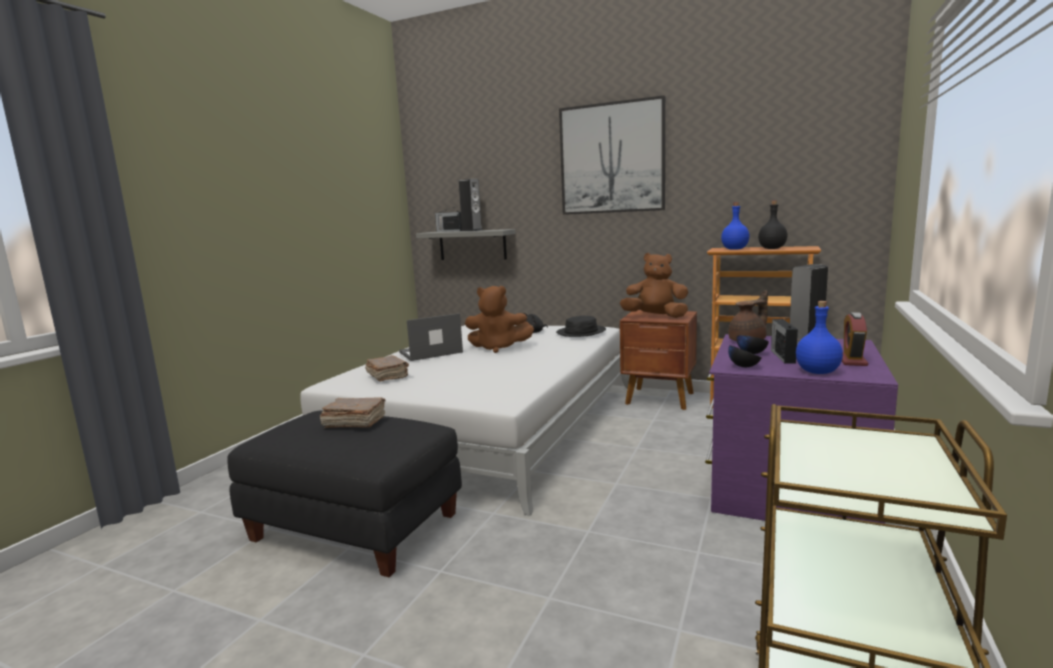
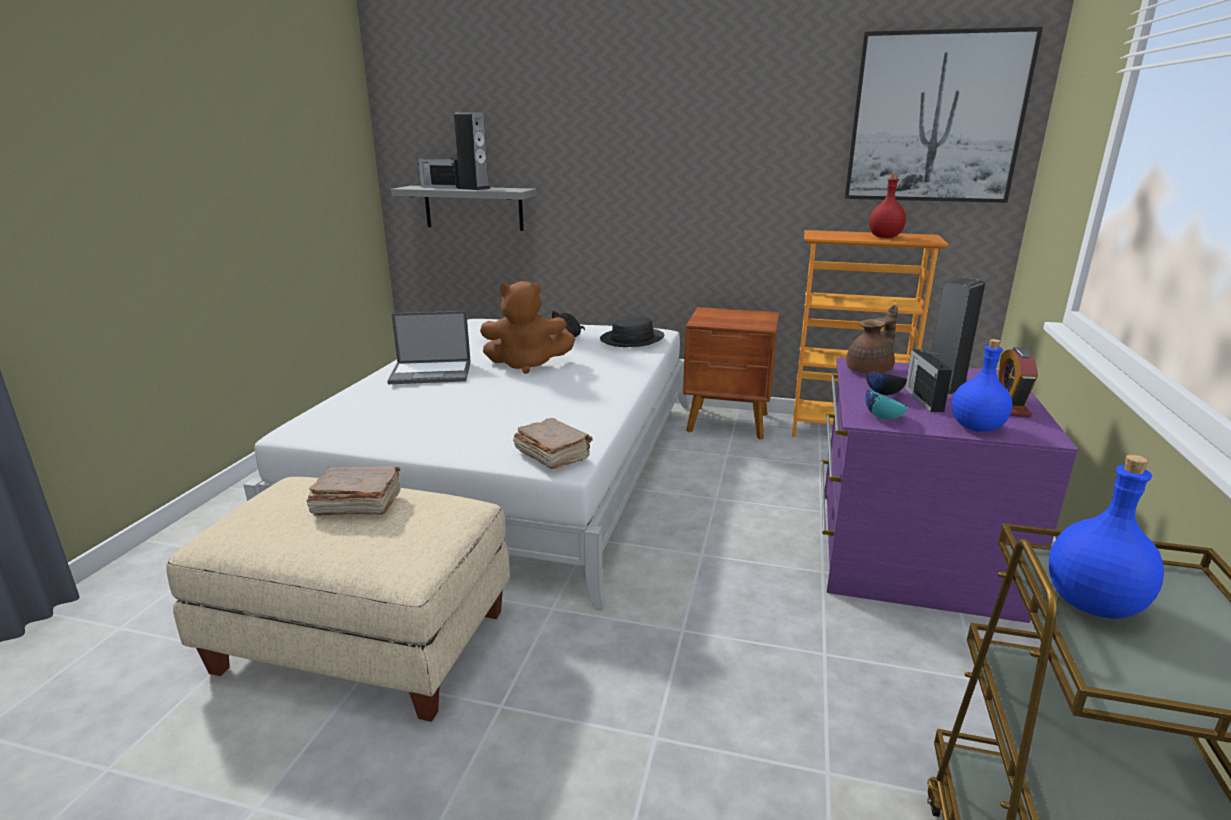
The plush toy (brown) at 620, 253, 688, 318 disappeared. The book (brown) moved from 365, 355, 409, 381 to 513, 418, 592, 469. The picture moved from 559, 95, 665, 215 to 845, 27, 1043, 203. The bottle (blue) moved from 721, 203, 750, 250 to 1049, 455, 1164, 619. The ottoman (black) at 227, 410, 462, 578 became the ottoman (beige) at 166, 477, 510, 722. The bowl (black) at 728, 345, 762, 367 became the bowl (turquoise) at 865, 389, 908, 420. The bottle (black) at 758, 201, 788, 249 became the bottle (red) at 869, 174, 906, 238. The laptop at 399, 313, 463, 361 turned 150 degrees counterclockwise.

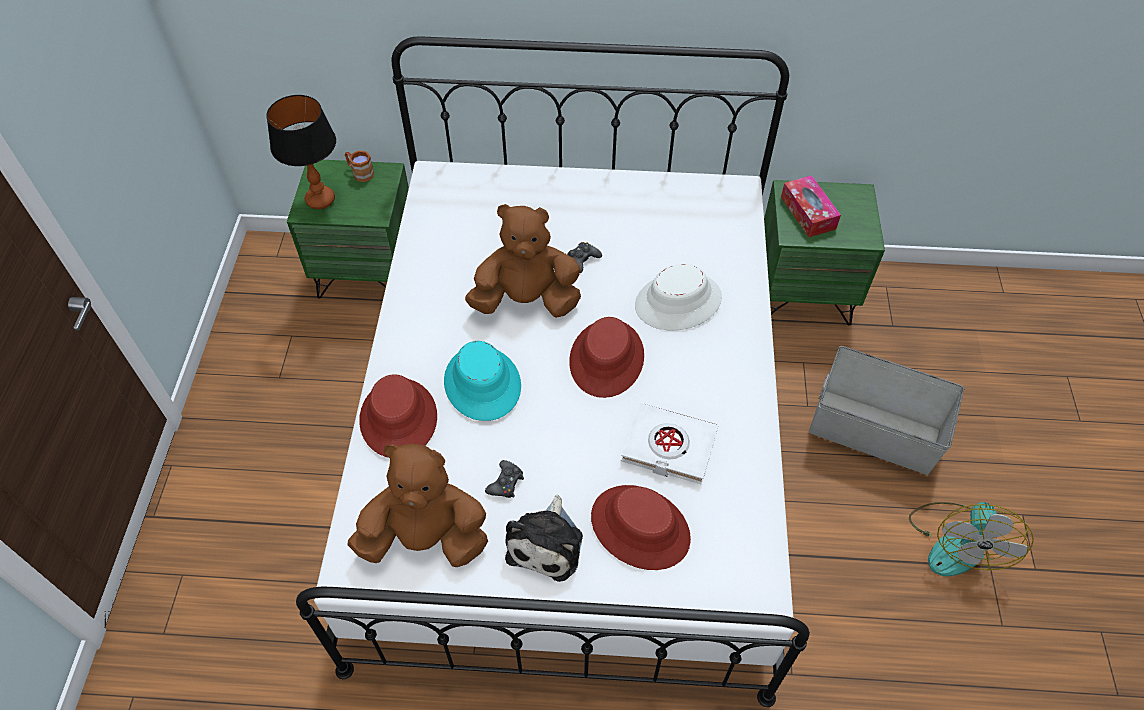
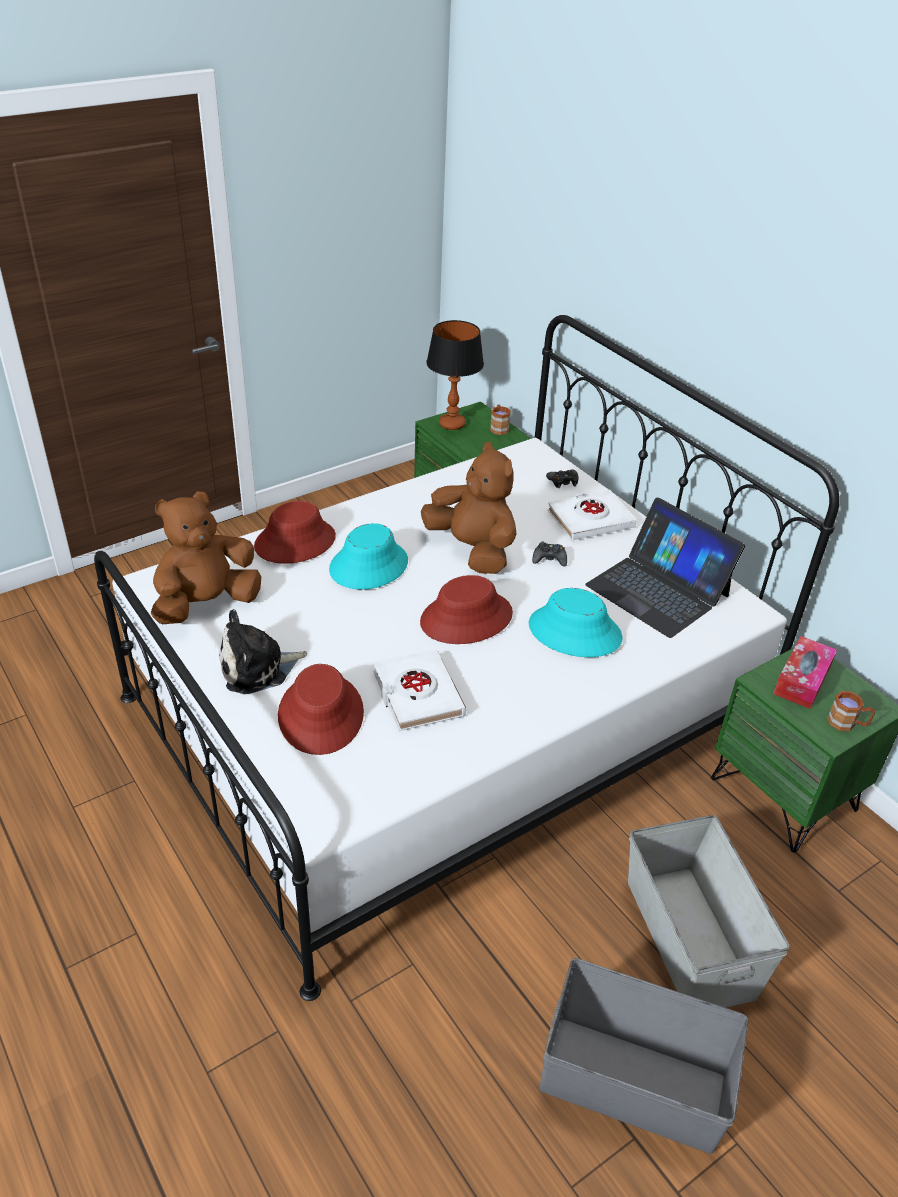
The book (white) at 548, 490, 637, 540 appeared. The laptop at 585, 498, 745, 638 appeared. The mug (brown) at 827, 691, 875, 731 appeared. The game controller (black) moved from 485, 460, 524, 498 to 546, 469, 579, 488. The fan at 909, 502, 1034, 576 was replaced by the storage box (grey) at 539, 958, 748, 1154. The hat (white) at 635, 264, 722, 330 became the hat (turquoise) at 529, 588, 623, 657. The plush toy (brown) at 347, 444, 488, 567 turned 90 degrees counterclockwise.

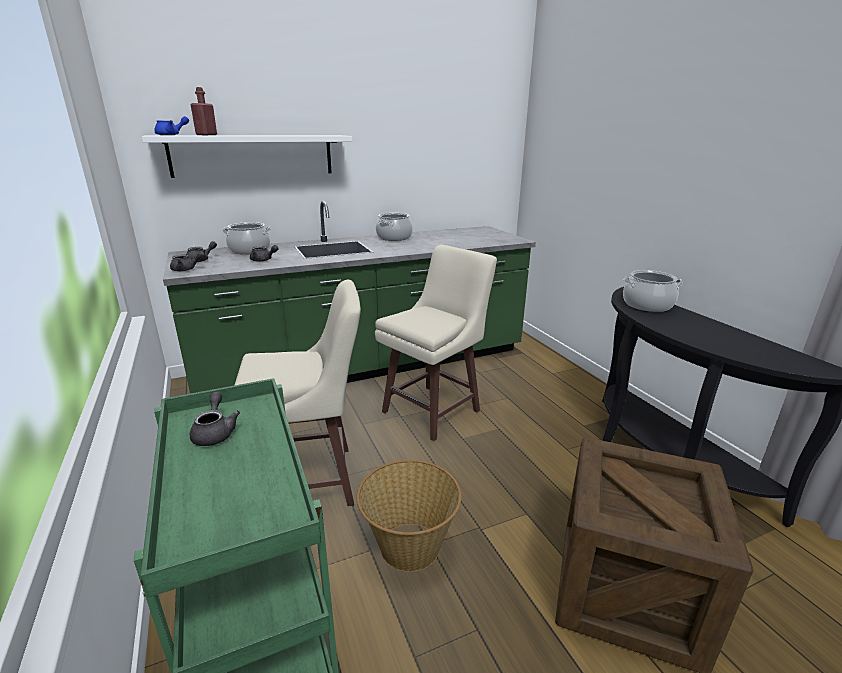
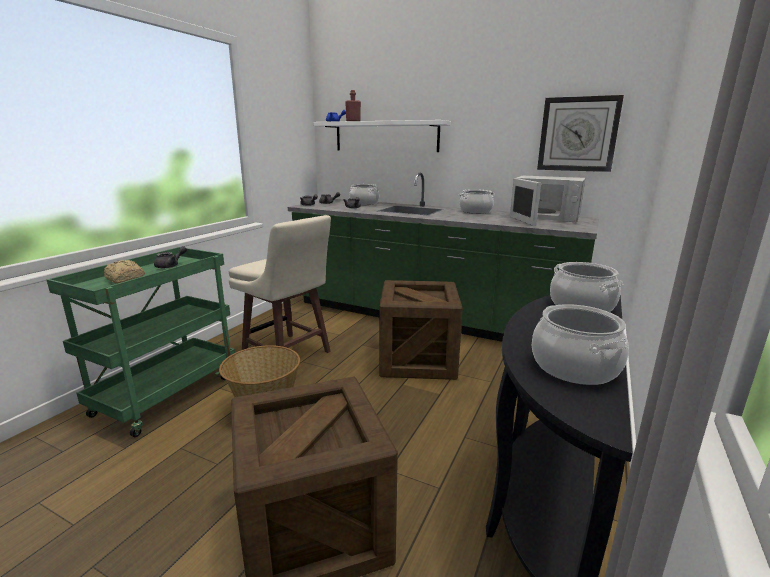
The bread at 104, 260, 145, 283 appeared. The microwave (white) at 510, 176, 585, 226 appeared. The cooking pot at 532, 304, 629, 385 appeared. The wall clock at 537, 95, 624, 172 appeared. The stool (beige) at 375, 245, 497, 441 was replaced by the crate at 379, 280, 463, 380.

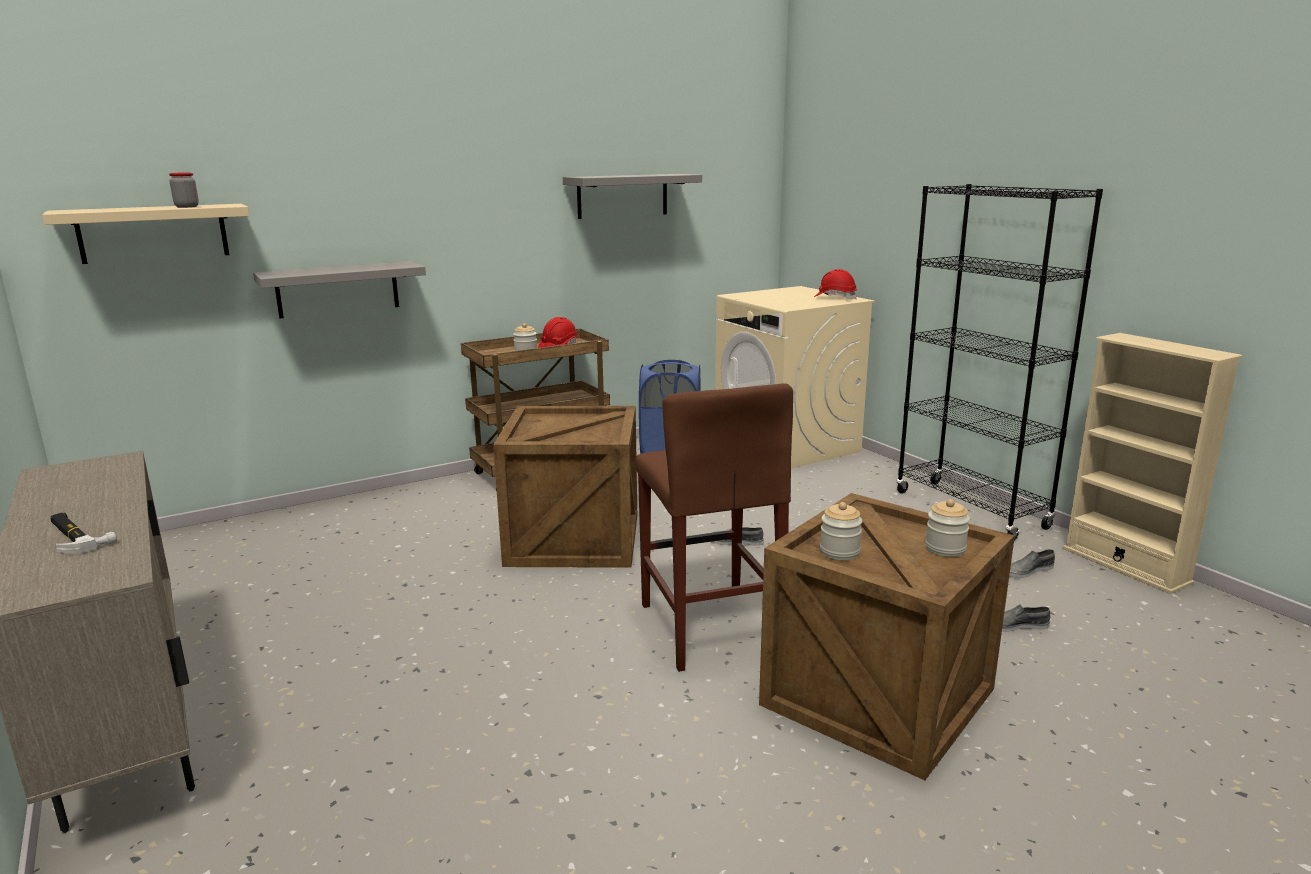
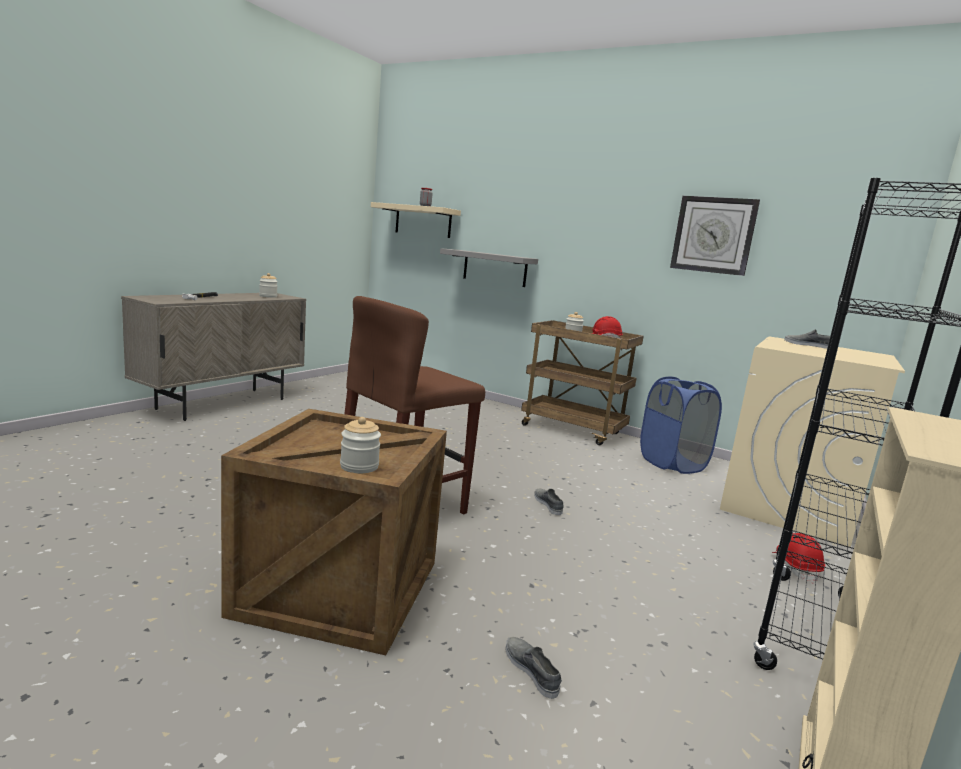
The crate at 493, 406, 637, 568 disappeared. The hard hat (red) moved from 814, 269, 857, 299 to 772, 533, 825, 583. The jar moved from 820, 502, 862, 560 to 259, 273, 278, 298. The shoe (grey) moved from 1009, 549, 1055, 578 to 784, 329, 830, 349. The shelf (grey) at 563, 174, 702, 219 was replaced by the wall clock at 670, 196, 760, 276.

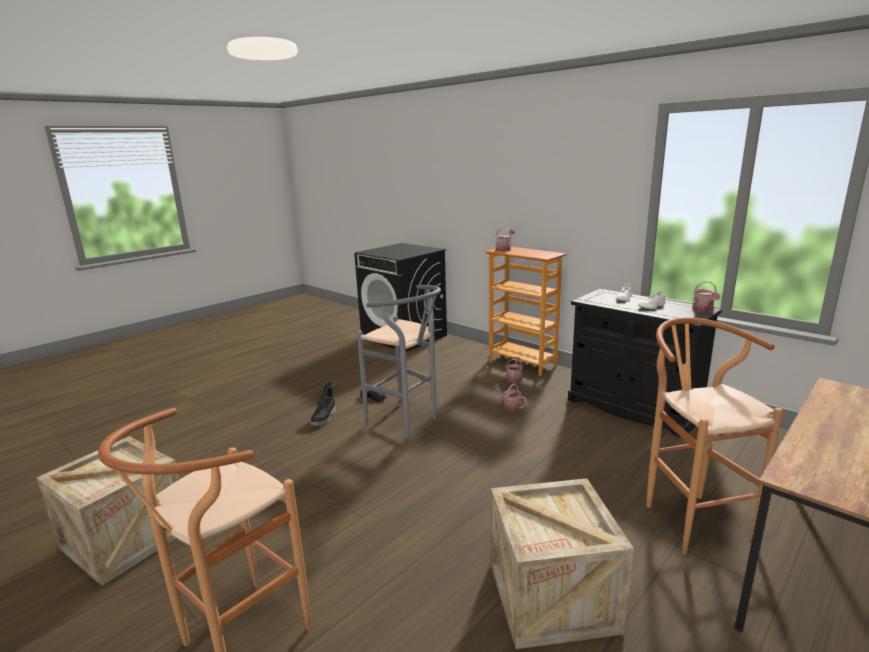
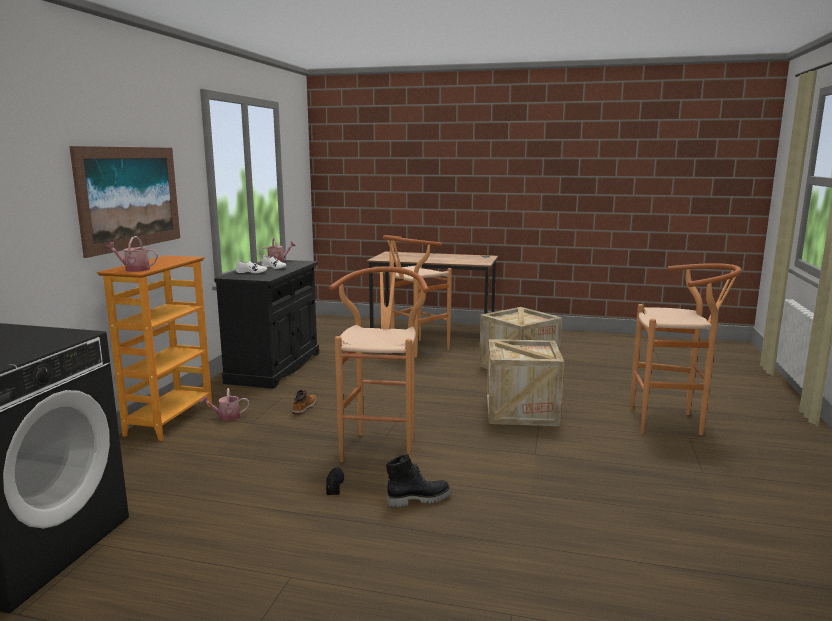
The picture at 69, 146, 180, 258 appeared. The crate moved from 36, 436, 179, 586 to 487, 339, 564, 426. The watering can at 493, 383, 527, 412 was replaced by the boot at 292, 390, 316, 415. The stool (grey) at 357, 285, 441, 438 became the stool (brown) at 329, 267, 429, 462.

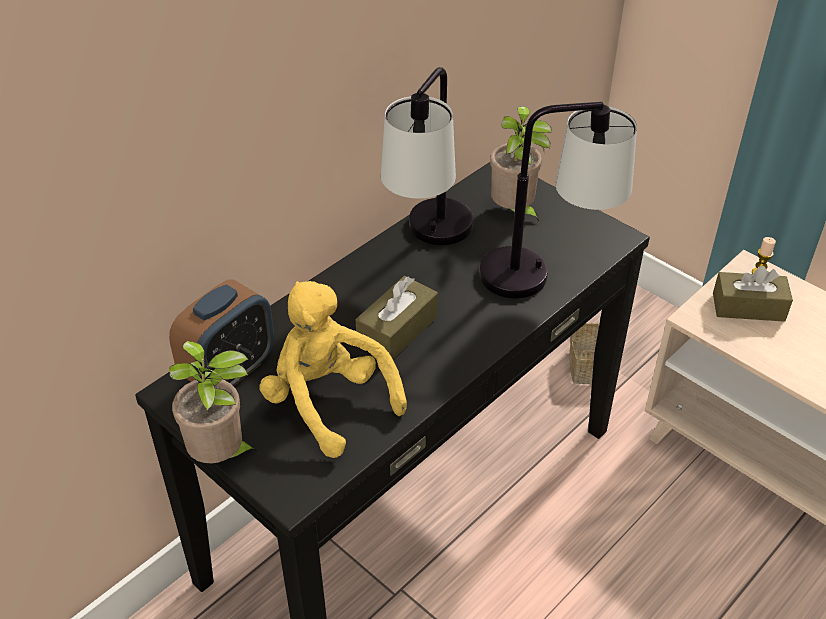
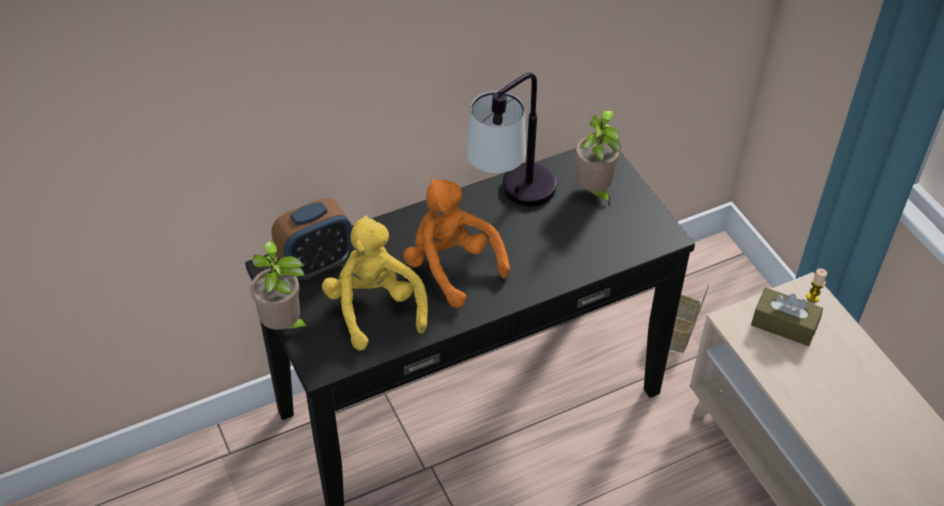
The table lamp at 479, 102, 637, 299 disappeared. The tissue box (brown) at 355, 276, 438, 359 was replaced by the plush toy (orange) at 403, 179, 510, 308.

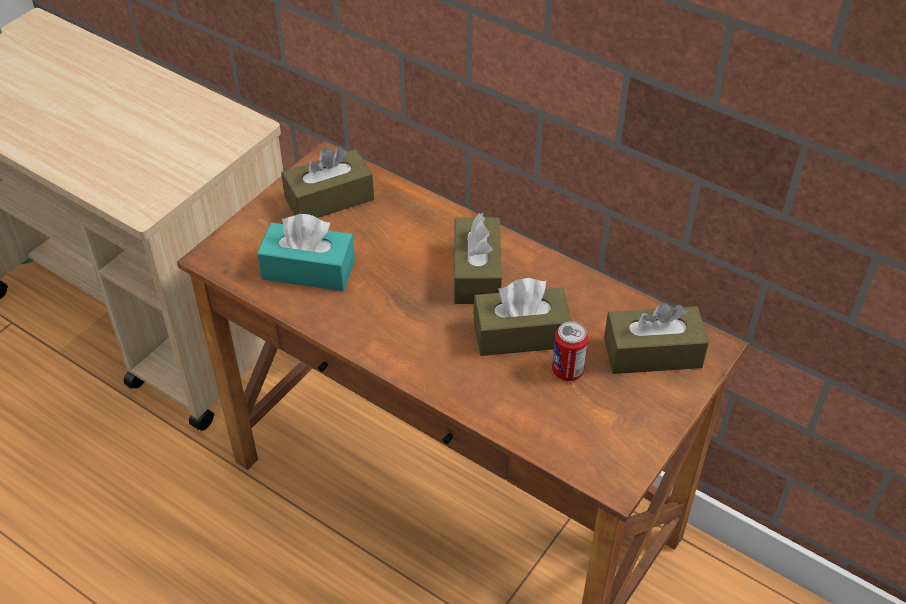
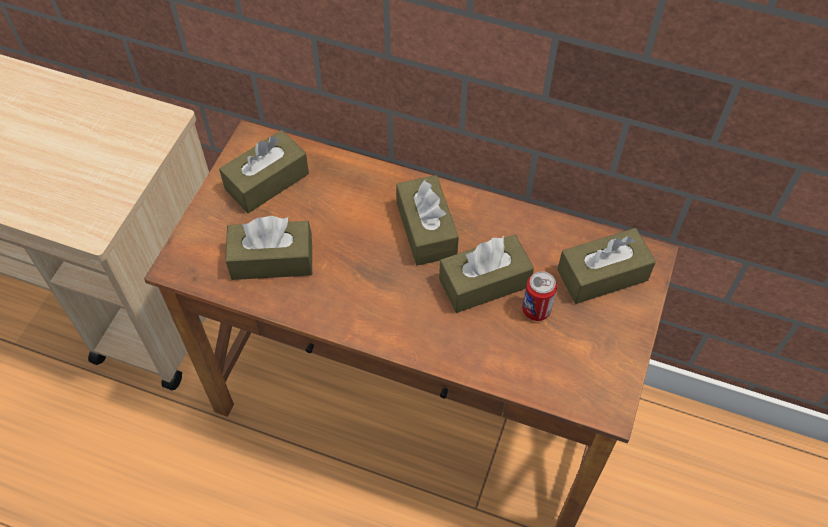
The tissue box (turquoise) at 257, 214, 355, 291 became the tissue box (brown) at 225, 216, 312, 280.

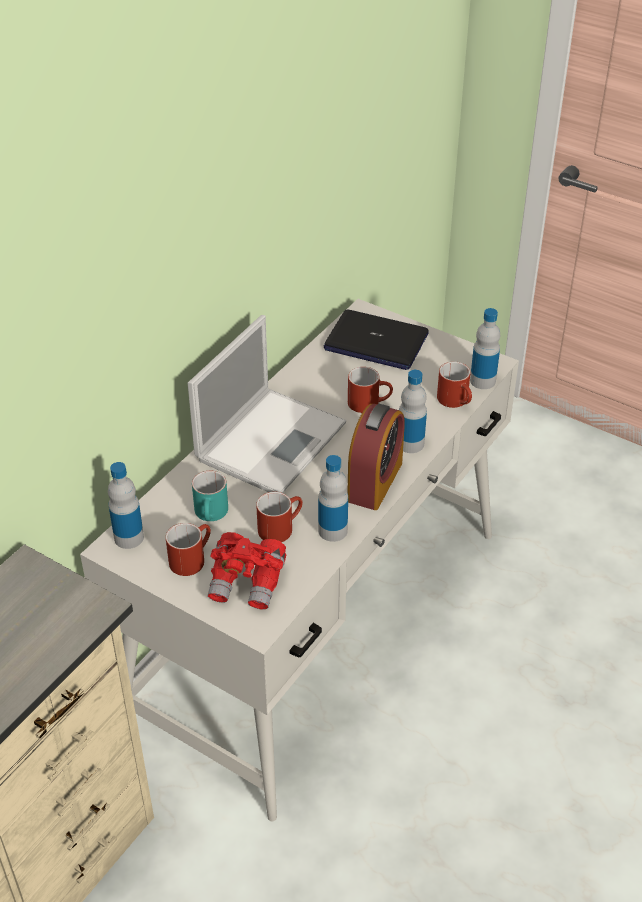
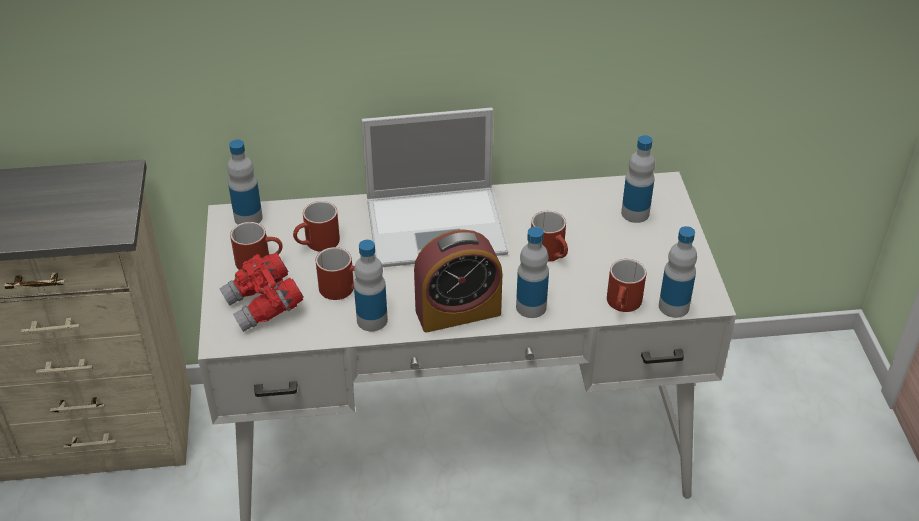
The laptop at 324, 309, 429, 370 was replaced by the bottle at 621, 135, 655, 223. The mug (turquoise) at 192, 471, 228, 521 became the mug (red) at 293, 201, 340, 252.

